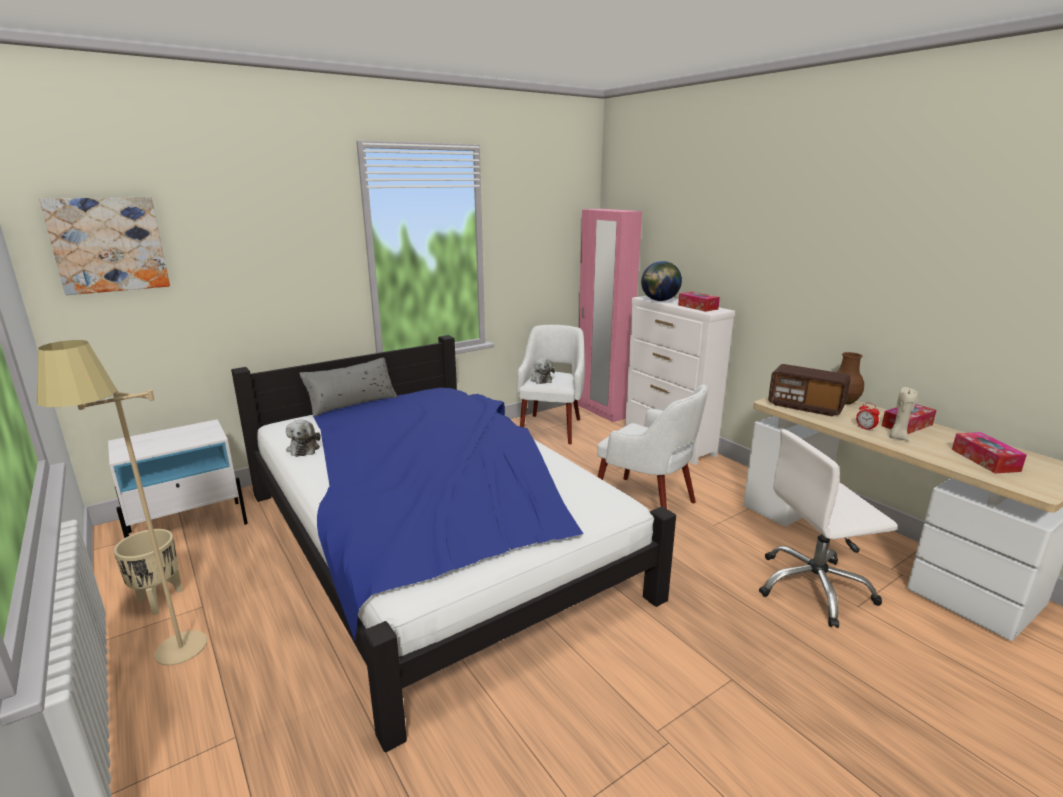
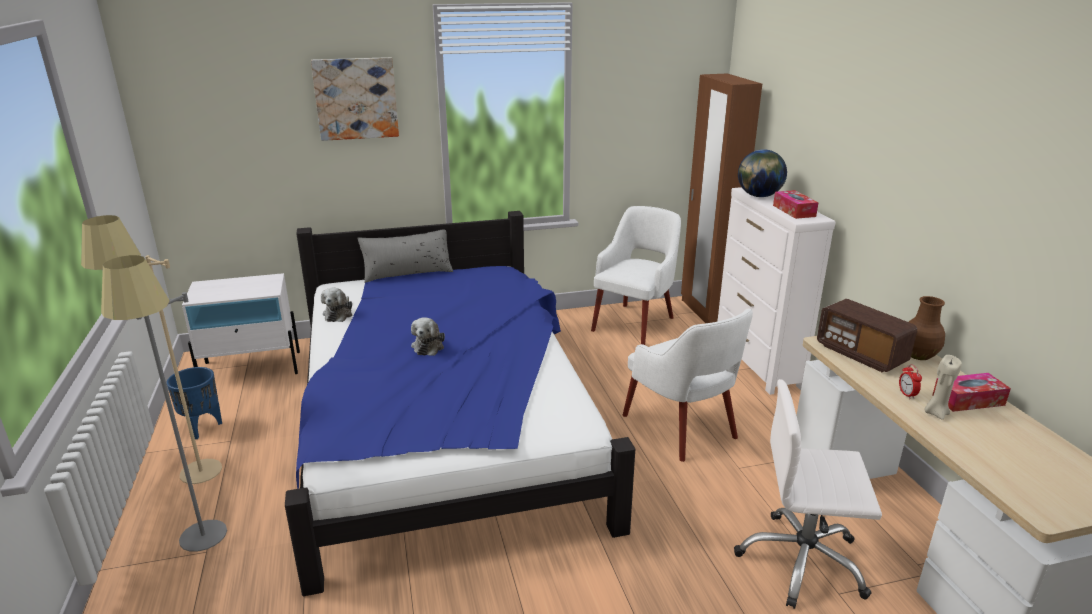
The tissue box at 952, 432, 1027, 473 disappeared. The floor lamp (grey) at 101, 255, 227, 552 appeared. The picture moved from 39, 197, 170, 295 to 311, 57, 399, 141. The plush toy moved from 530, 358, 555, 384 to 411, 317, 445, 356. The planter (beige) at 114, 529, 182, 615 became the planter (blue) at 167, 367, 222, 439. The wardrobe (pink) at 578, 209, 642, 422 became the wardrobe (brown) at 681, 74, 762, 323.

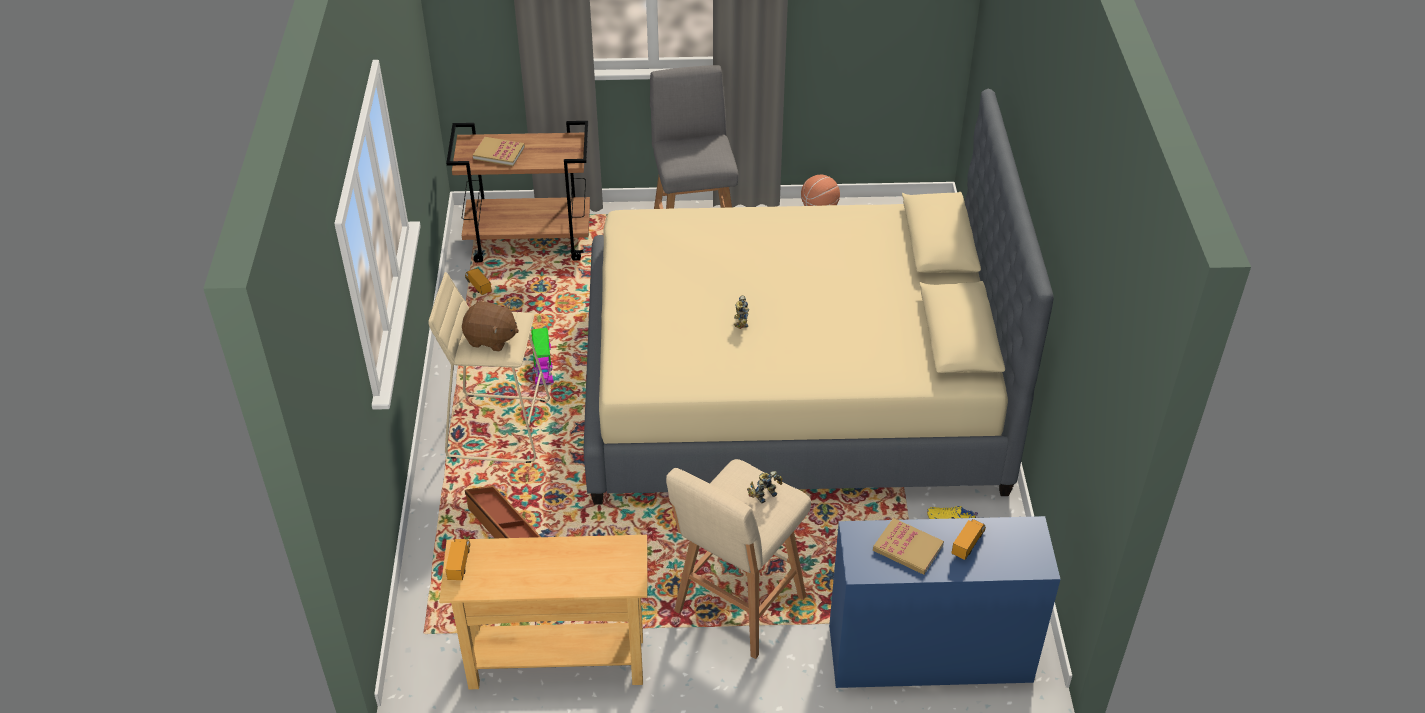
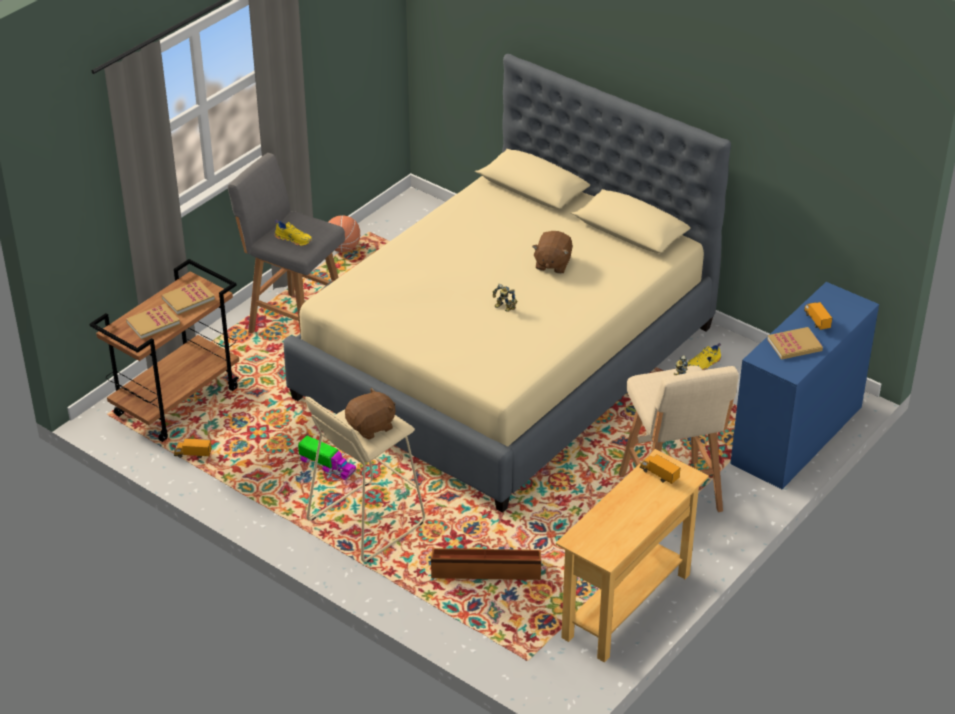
The book at 161, 280, 215, 315 appeared. The shoe (yellow) at 274, 220, 312, 246 appeared. The plush toy (brown) at 532, 231, 573, 274 appeared. The toy truck moved from 446, 539, 470, 580 to 640, 454, 680, 484.

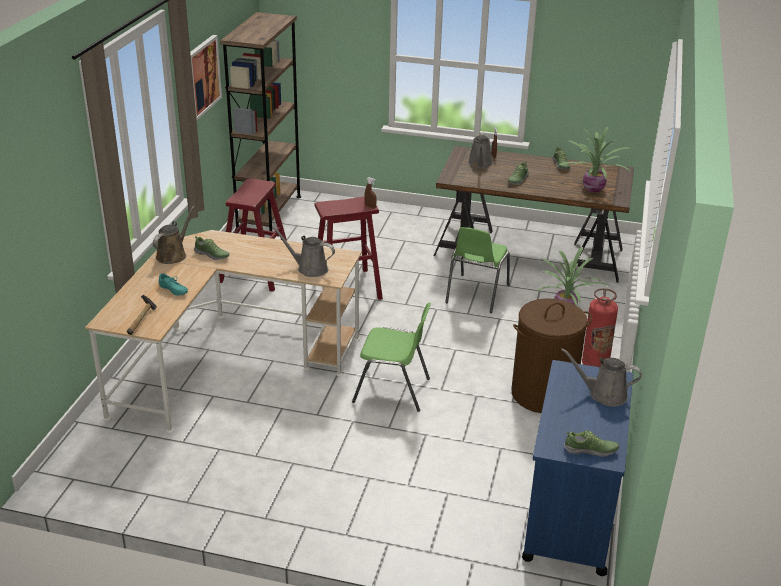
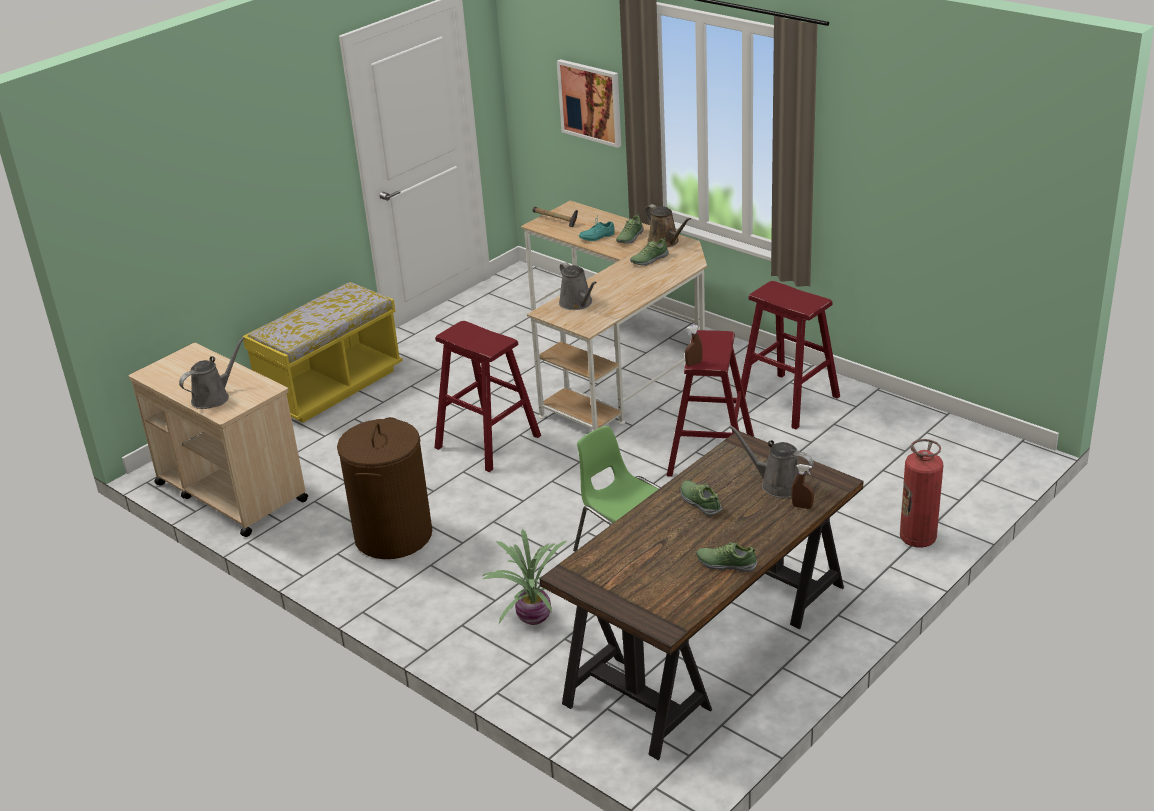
The bookcase (brown) at 220, 12, 301, 236 disappeared. The potted plant at 558, 127, 631, 193 disappeared. The bench (yellow) at 242, 282, 403, 423 appeared. The picture moved from 190, 35, 222, 120 to 557, 59, 621, 148. The shoe moved from 564, 431, 619, 457 to 616, 214, 644, 244. The fire extinguisher moved from 582, 288, 618, 367 to 900, 439, 943, 548. The chair (green) at 352, 302, 431, 412 was replaced by the stool (red) at 434, 321, 541, 472. The cart (blue) at 522, 360, 633, 576 became the cart (beige) at 129, 343, 308, 537. The watering can (grey) at 272, 227, 335, 277 turned 105 degrees clockwise.

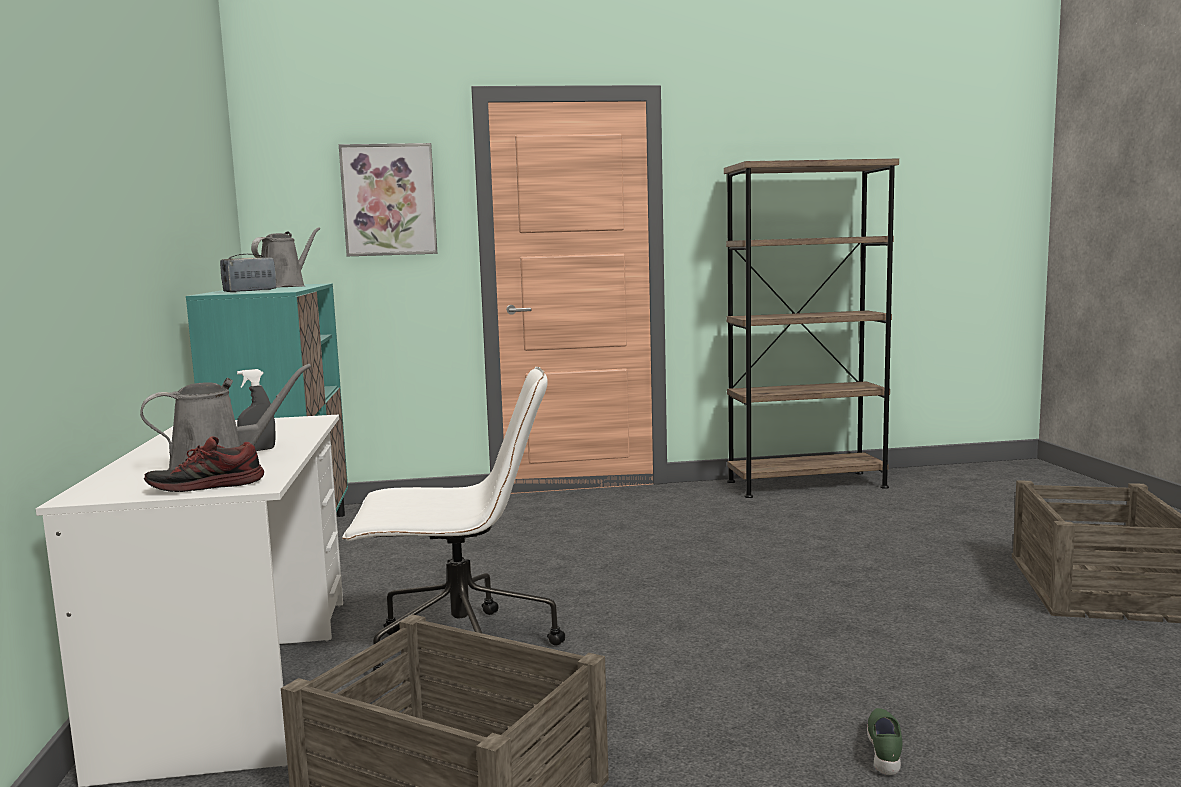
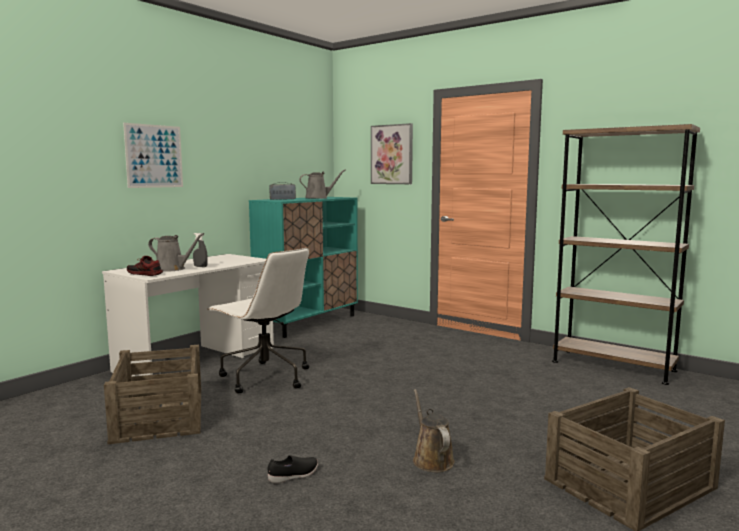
The picture at 123, 123, 183, 188 appeared. The watering can (brown) at 413, 389, 455, 472 appeared. The shoe (green) at 867, 708, 902, 775 became the shoe (black) at 268, 455, 318, 483.

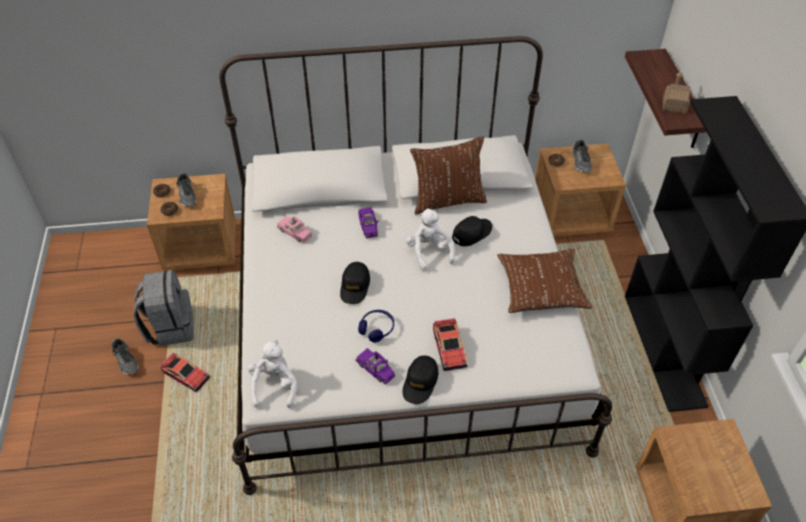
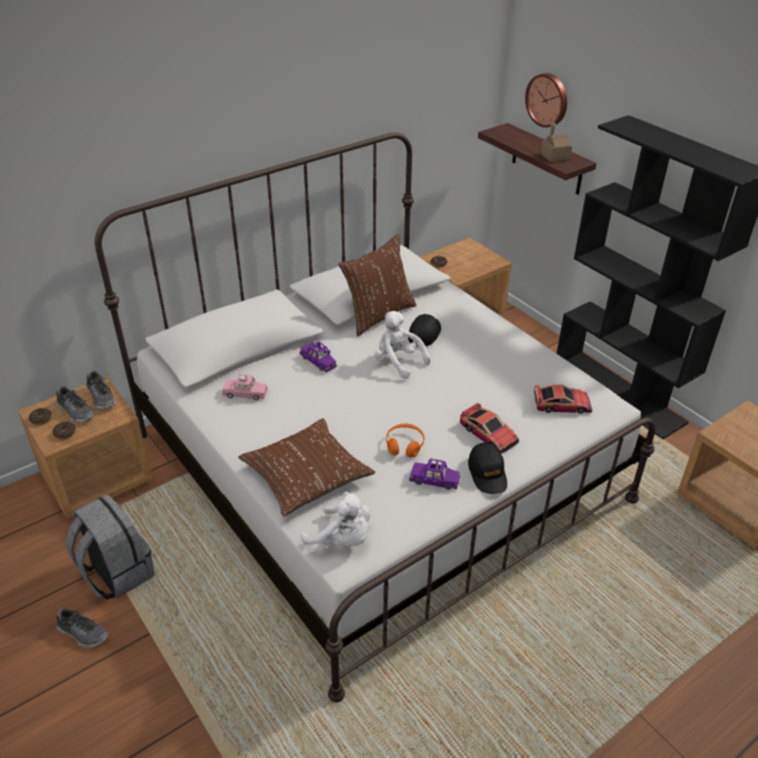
The cap (black) at 340, 262, 370, 304 disappeared. The wall clock at 525, 73, 567, 128 appeared. The toy car moved from 161, 353, 210, 392 to 534, 384, 592, 414. The pillow (brown) moved from 497, 249, 593, 313 to 238, 418, 375, 516. The shoe moved from 572, 140, 592, 172 to 86, 371, 116, 409. The headphones (blue) at 358, 310, 394, 343 became the headphones (orange) at 386, 424, 424, 458. The plush toy (white) at 248, 339, 297, 408 turned 150 degrees clockwise.

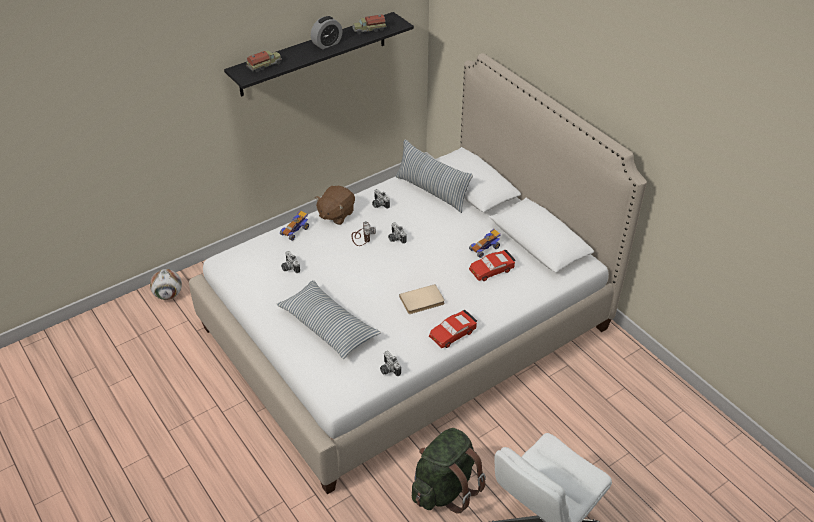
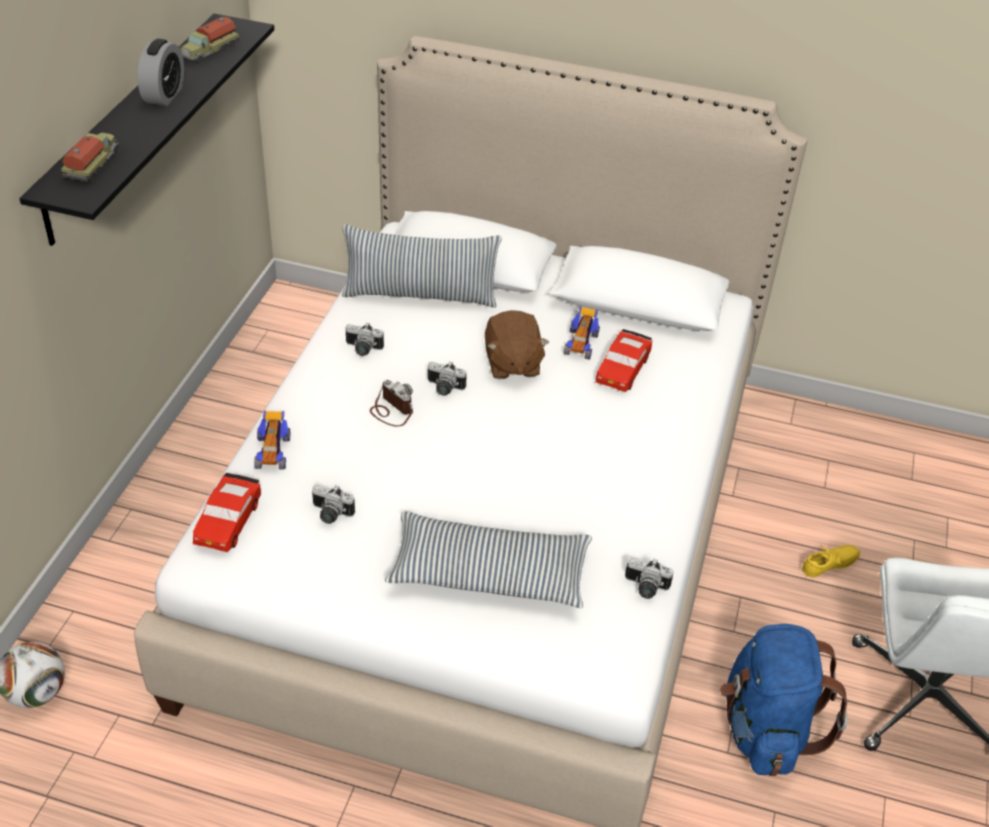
The book (beige) at 399, 284, 445, 314 disappeared. The shoe (yellow) at 802, 545, 860, 577 appeared. The plush toy (brown) moved from 315, 186, 355, 225 to 485, 310, 549, 379. The toy car (red) moved from 429, 310, 477, 348 to 193, 473, 261, 552. The backpack (green) at 412, 428, 486, 514 became the backpack (blue) at 720, 624, 848, 776.

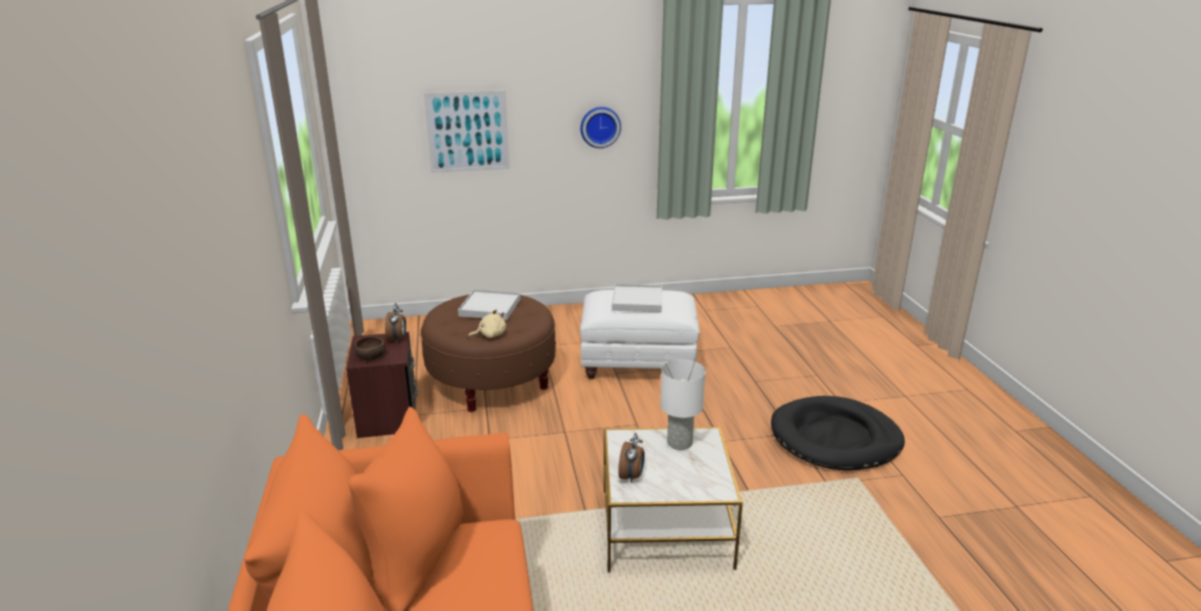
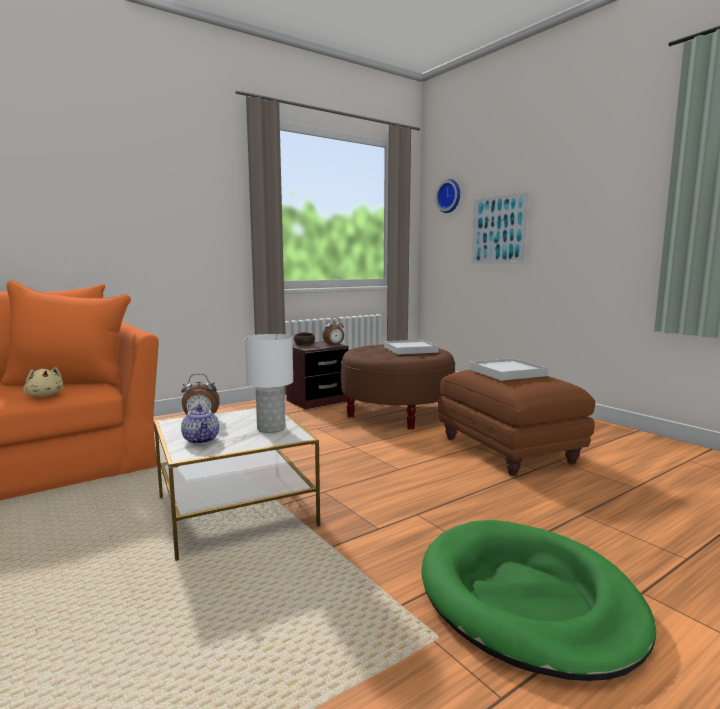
The teapot at 181, 406, 219, 444 appeared. The plush toy (beige) moved from 468, 309, 506, 338 to 23, 367, 63, 397. The wall clock moved from 580, 107, 621, 148 to 436, 179, 460, 213. The ottoman (white) at 580, 290, 700, 379 became the ottoman (brown) at 438, 370, 595, 476. The dog bed (black) at 771, 396, 905, 470 became the dog bed (green) at 421, 520, 656, 681.

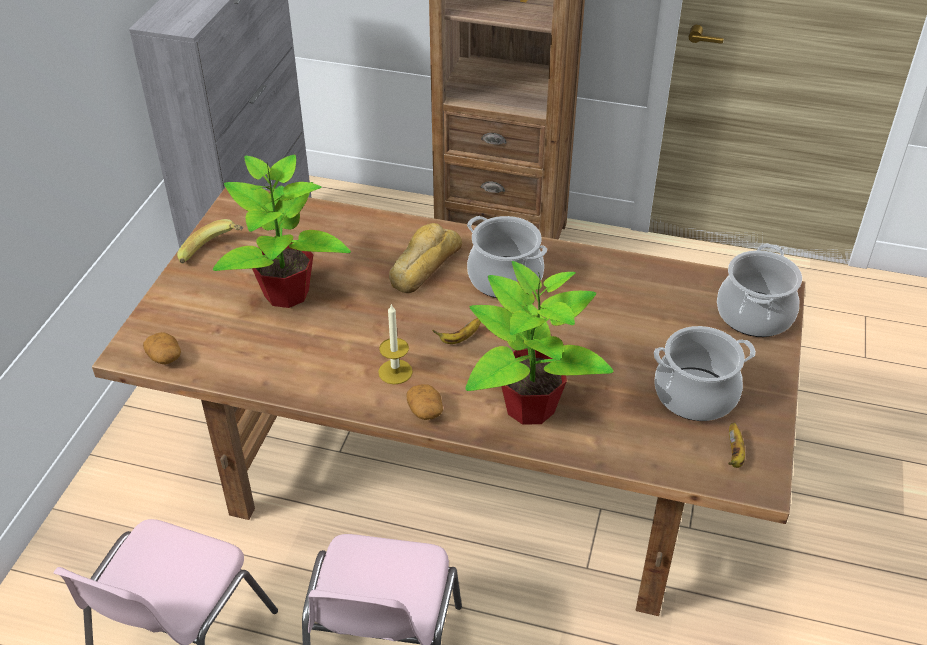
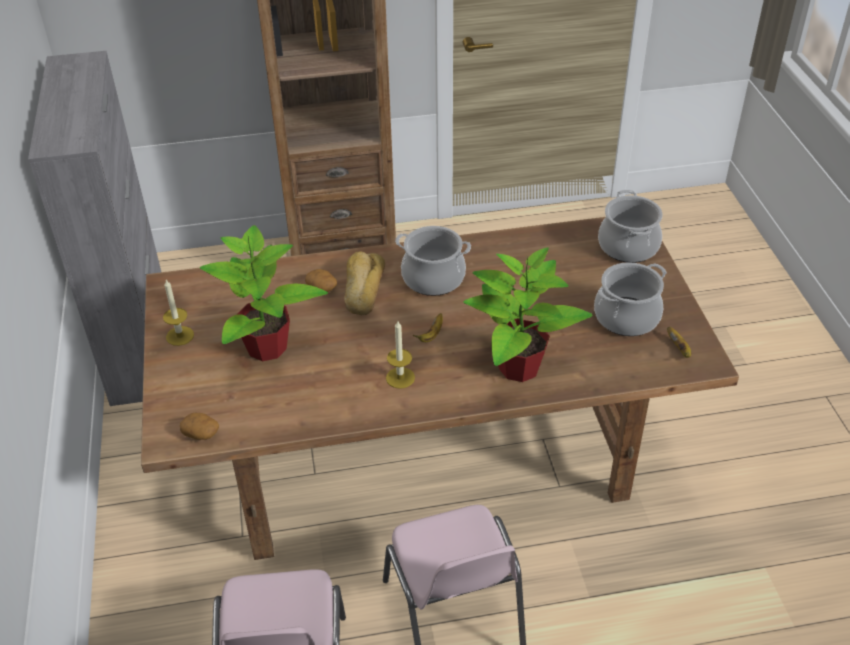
The potato moved from 406, 384, 443, 420 to 305, 269, 337, 292. The banana at 177, 219, 244, 263 was replaced by the candle at 163, 280, 194, 346.

